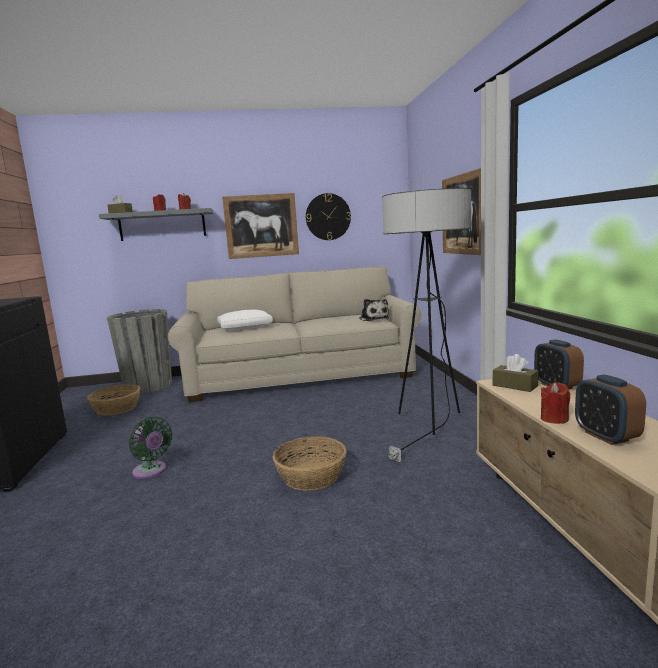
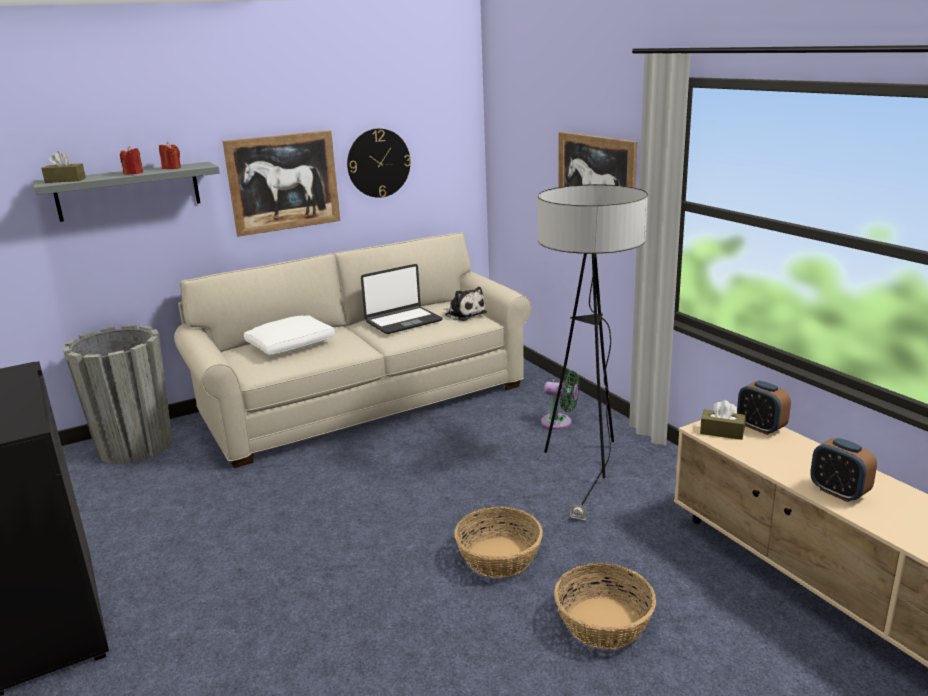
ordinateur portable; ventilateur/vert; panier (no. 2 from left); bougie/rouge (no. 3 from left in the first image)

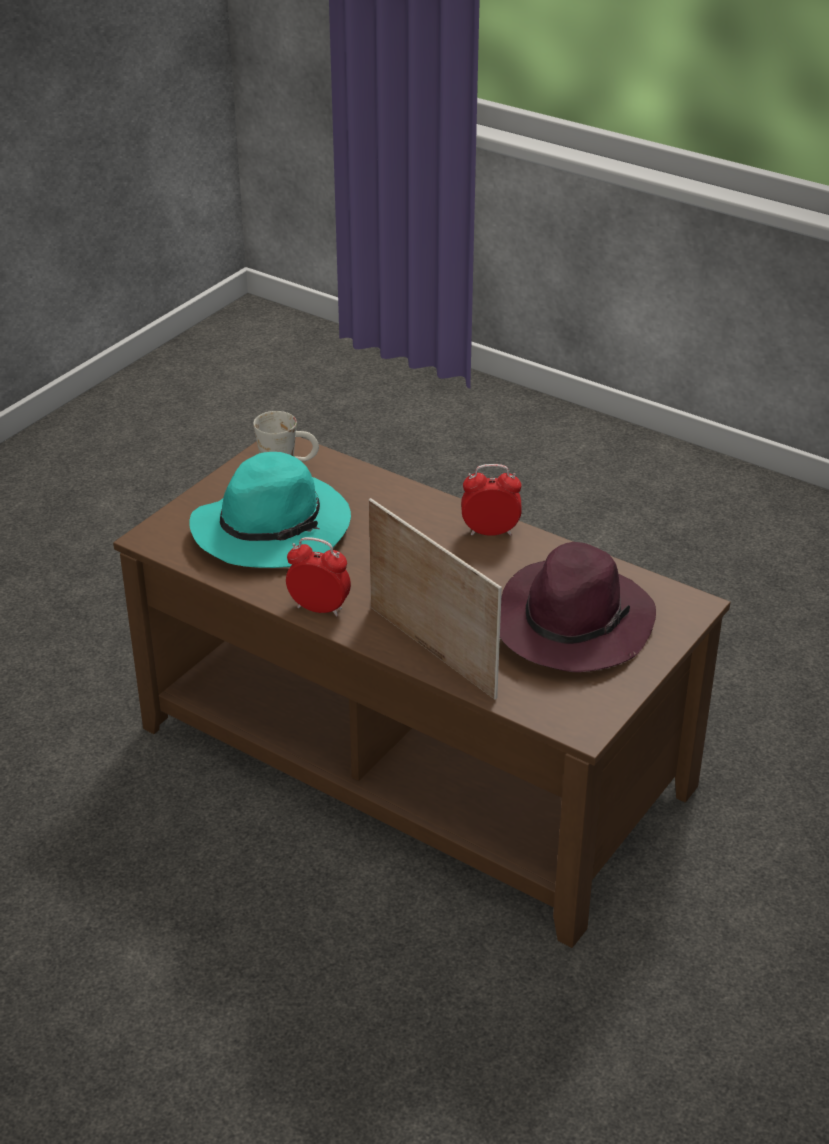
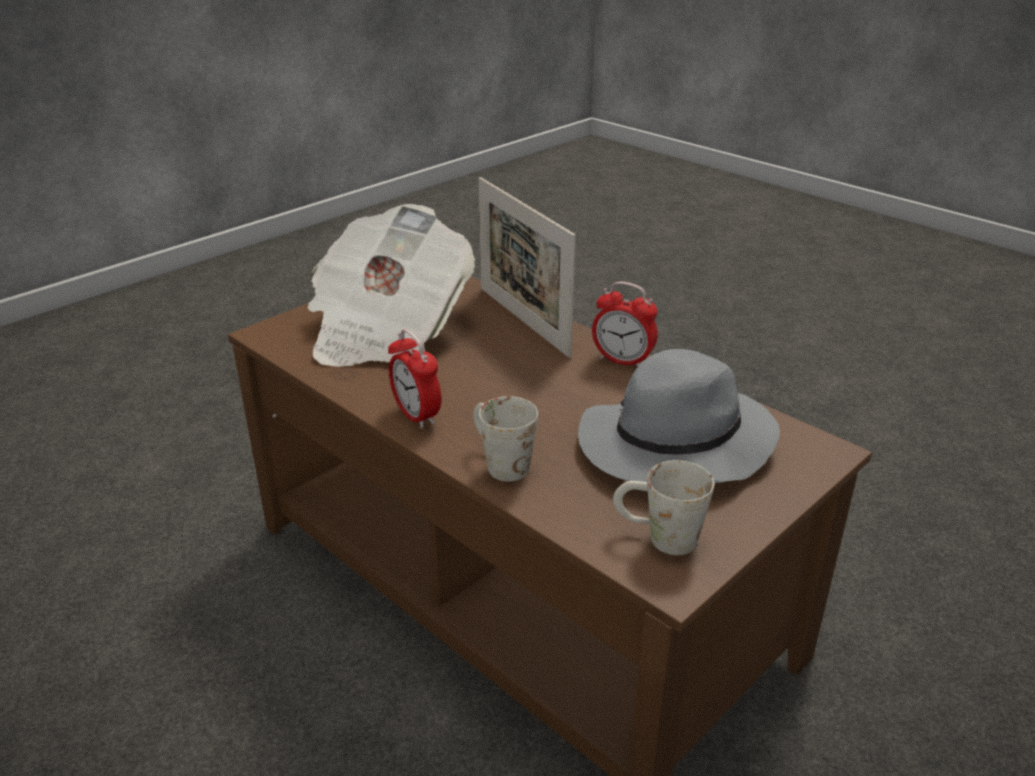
journal; réveil (no. 1 from left); mug/blanc (no. 1 from left); chapeau/gris

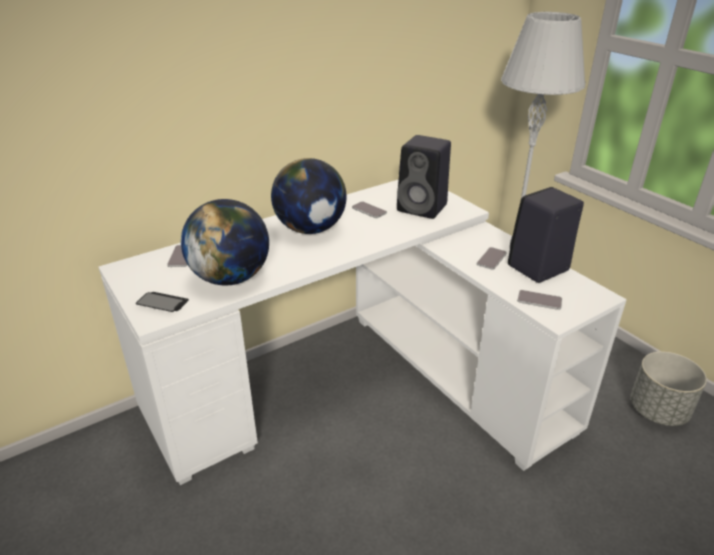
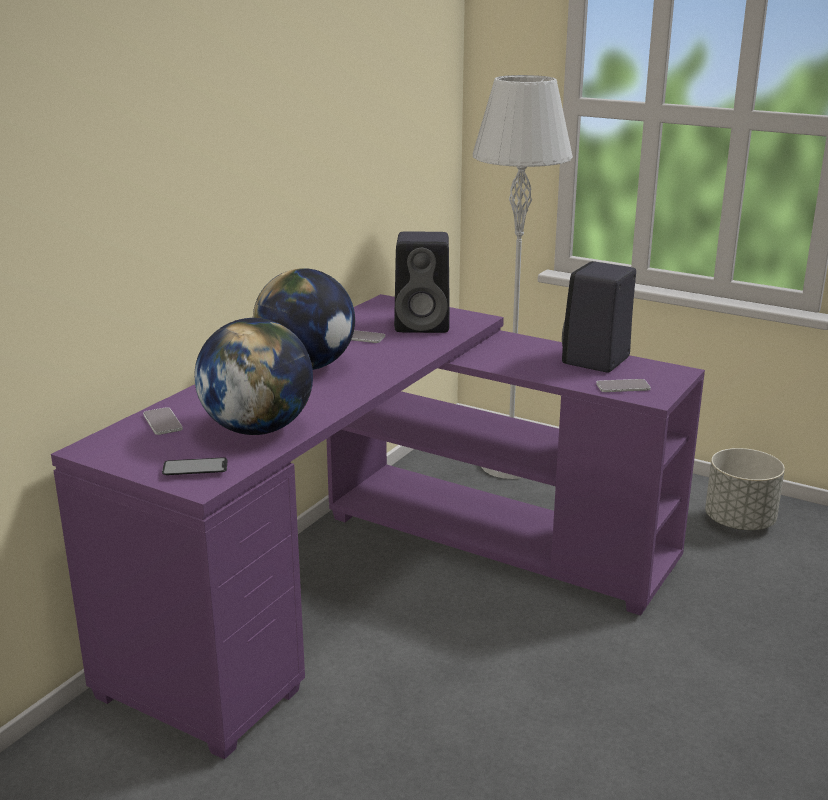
bureau/violet; téléphone (no. 4 from left in the first image)

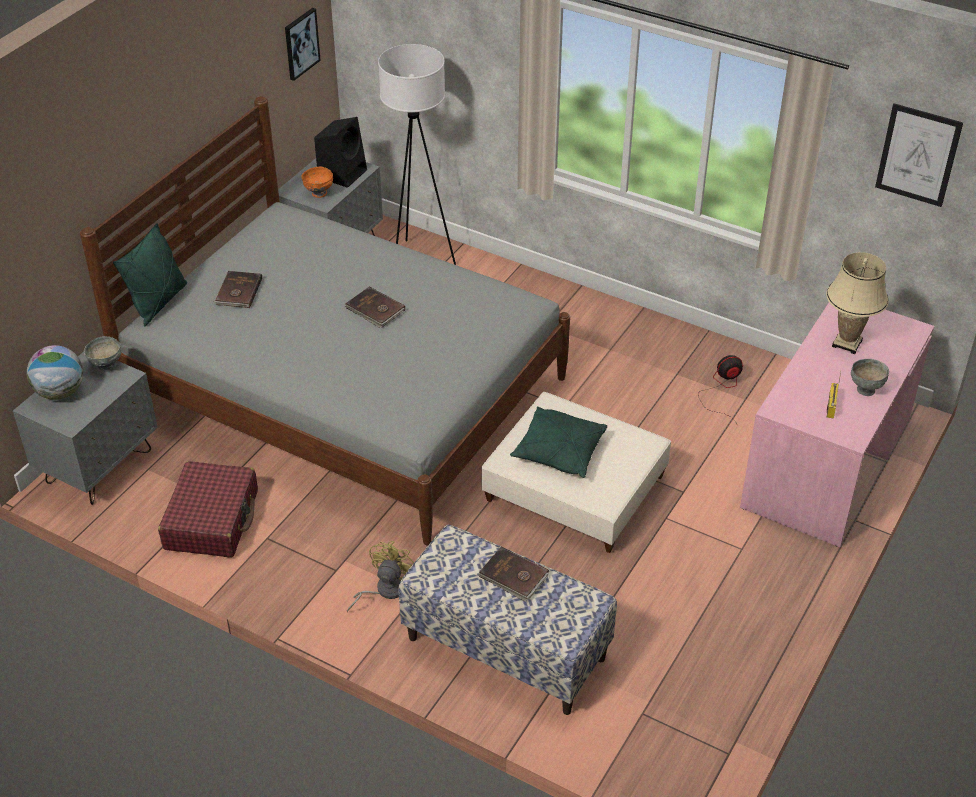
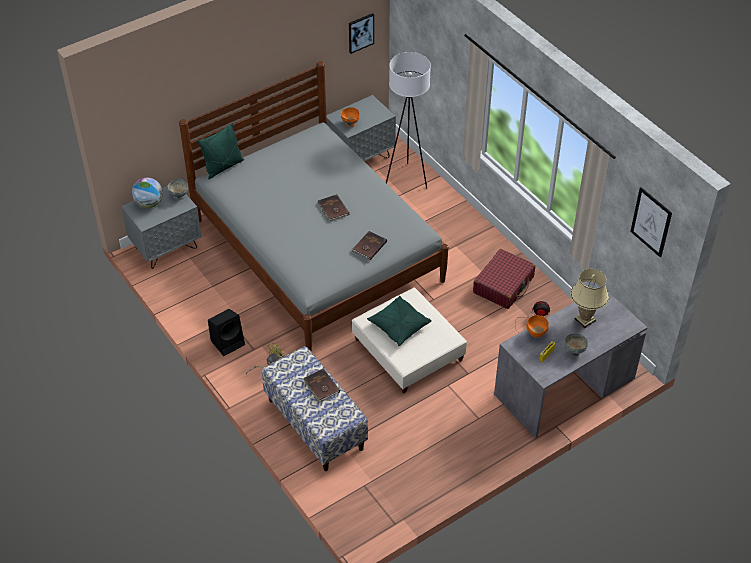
enceinte/noir; livre/marron (no. 3 from left); valise/rouge; bureau/gris; bol/orange (no. 2 from left)

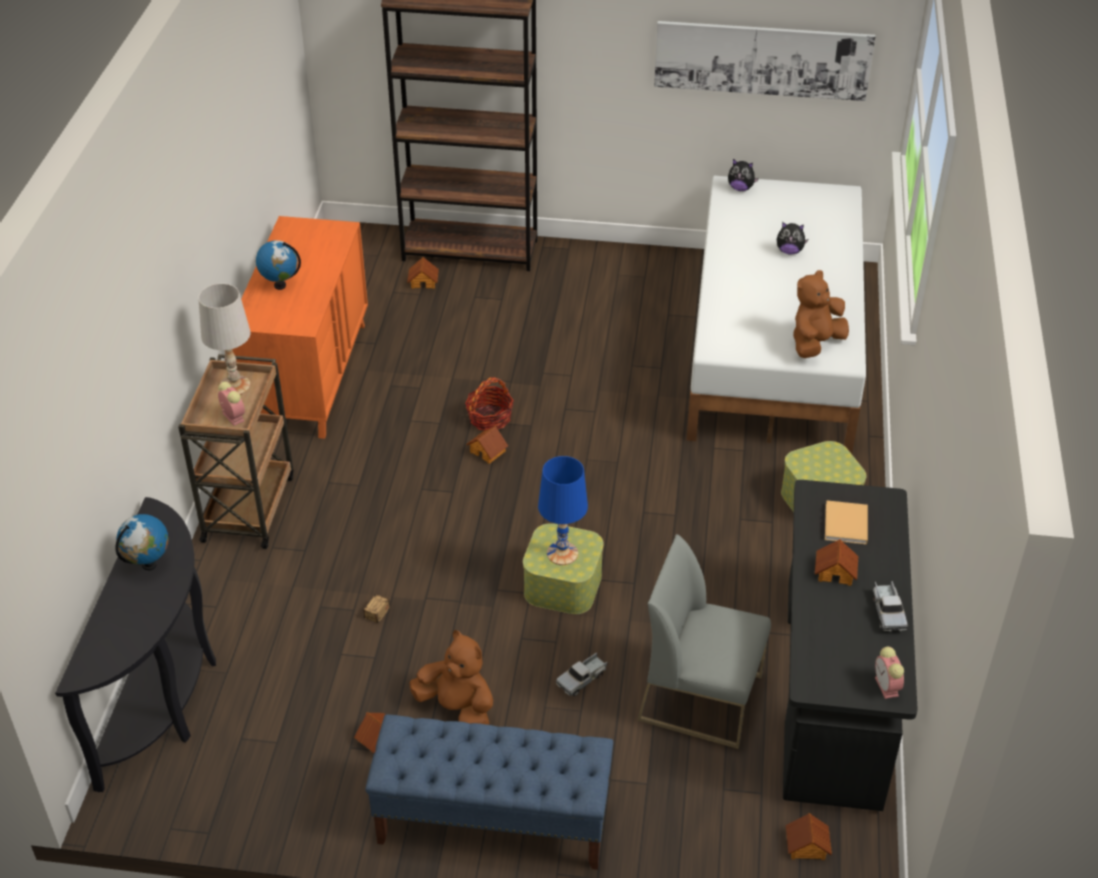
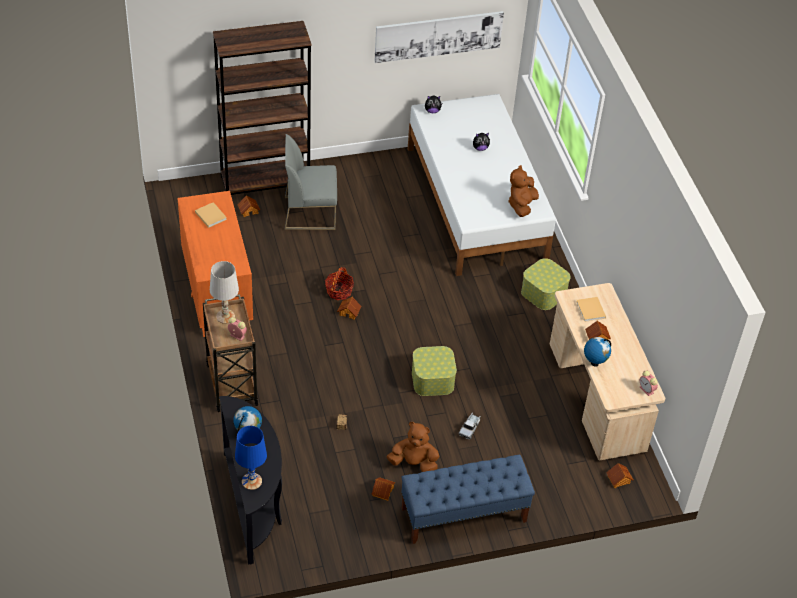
livre/beige (no. 1 from left); lampe de table/bleu; chaise/gris; bureau/beige; globe (no. 2 from left); camion jouet (no. 2 from left in the first image)

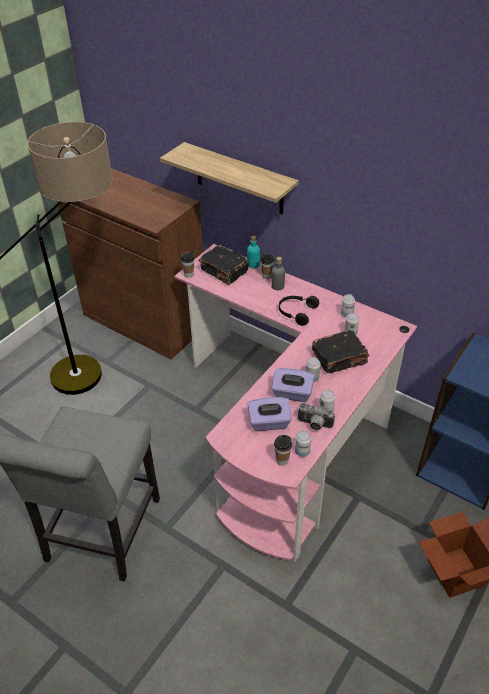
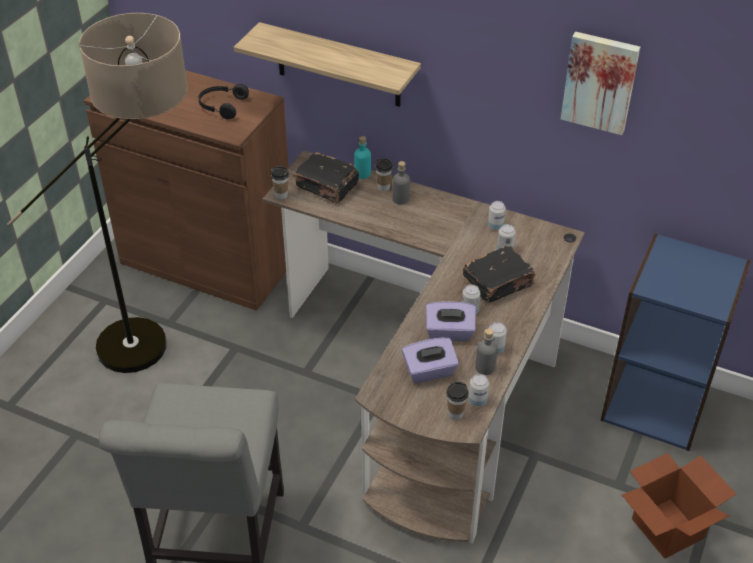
casque audio/noir; bureau/marron; bouteille/gris (no. 2 from left); tableau

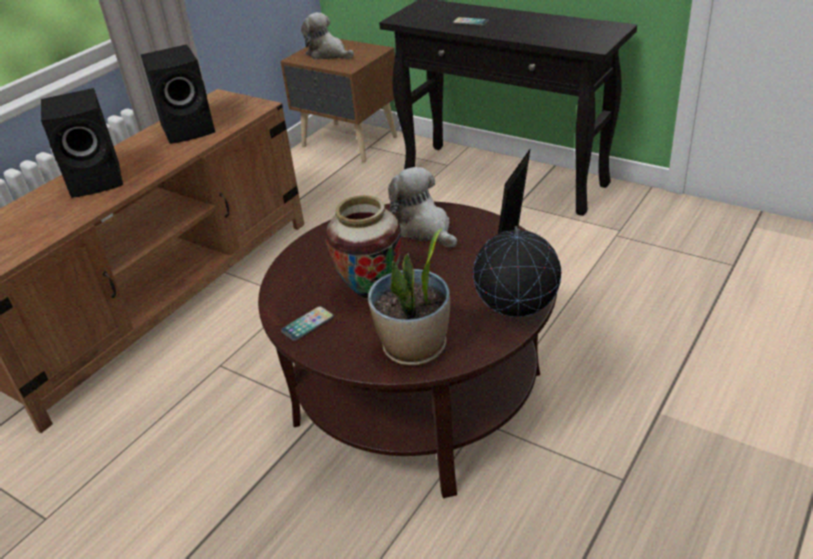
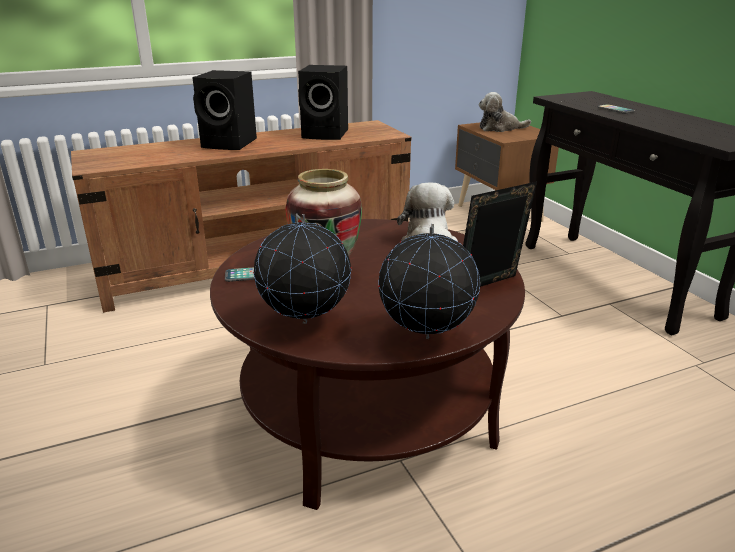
globe (no. 1 from left); peluche (no. 2 from left)

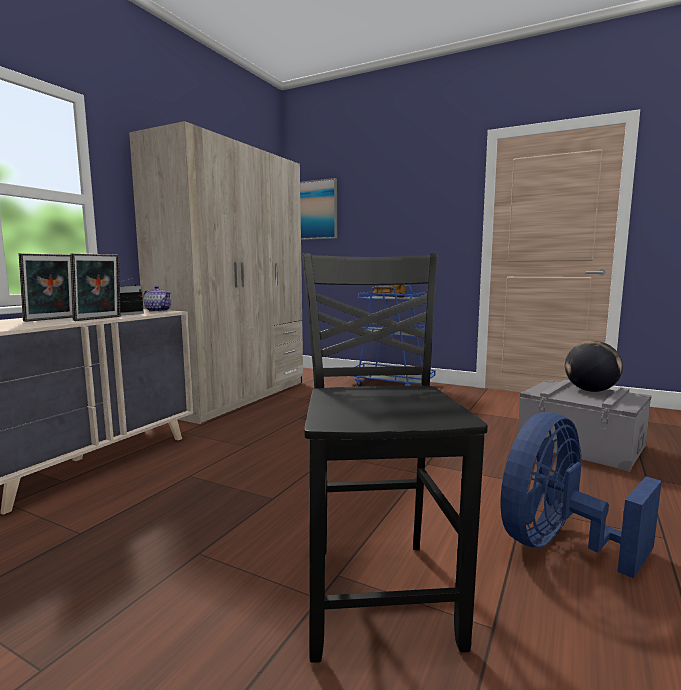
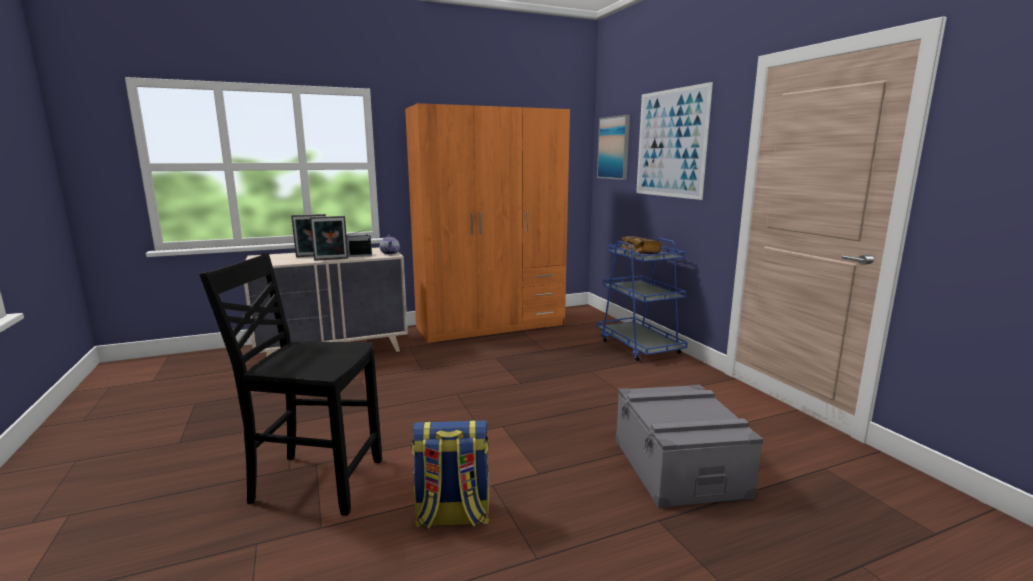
chaise/noir; armoire/orange; sac à dos; tableau (no. 2 from left); globe

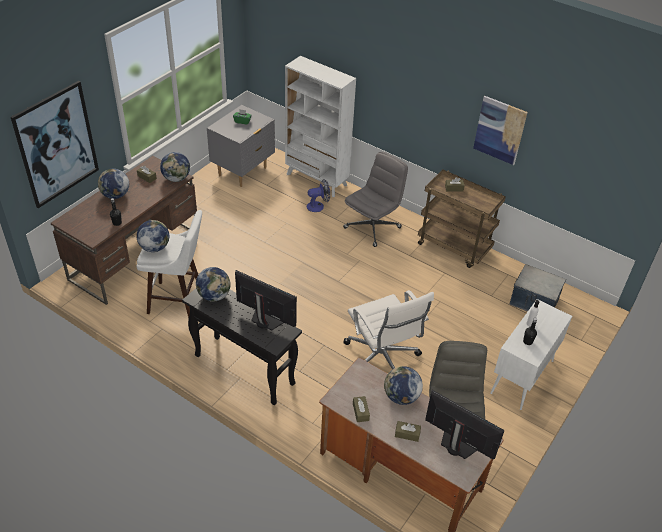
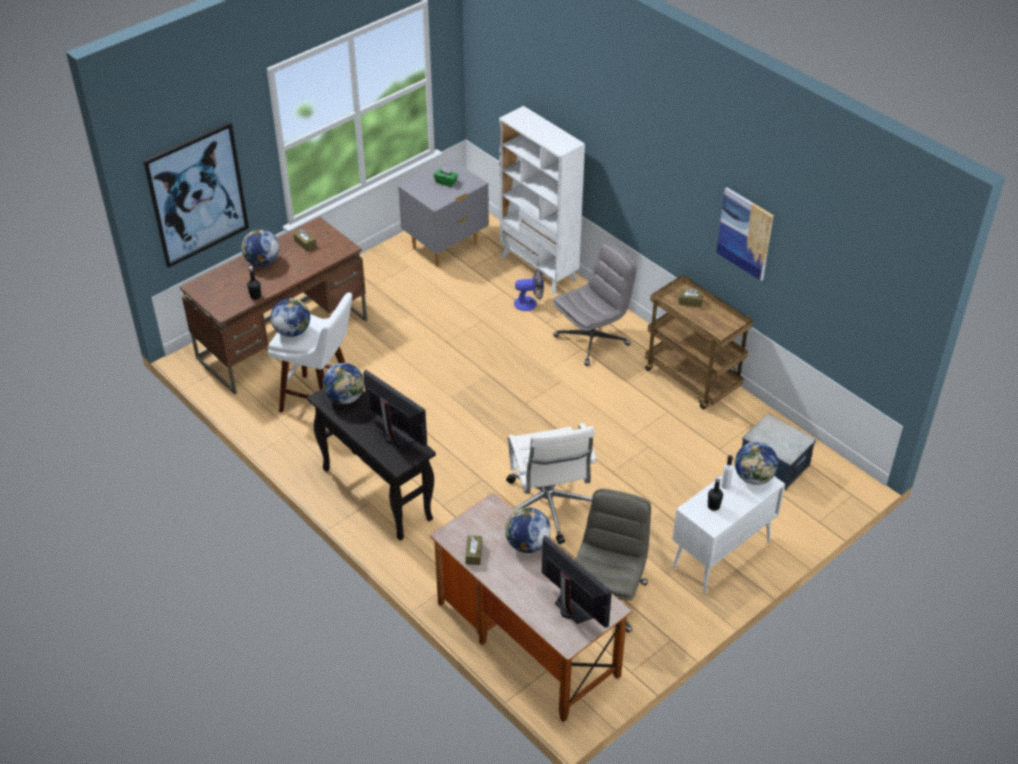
globe (no. 5 from left); boîte à mouchoirs/marron (no. 3 from left in the first image)

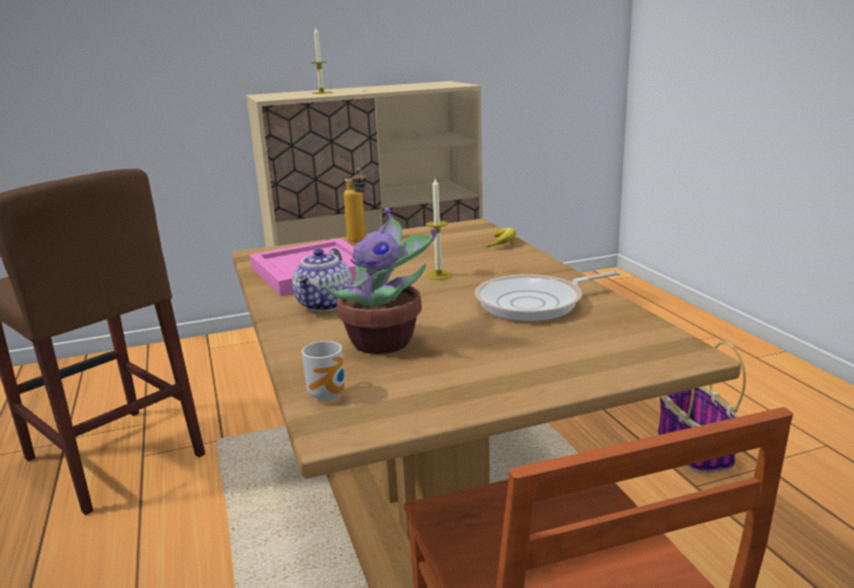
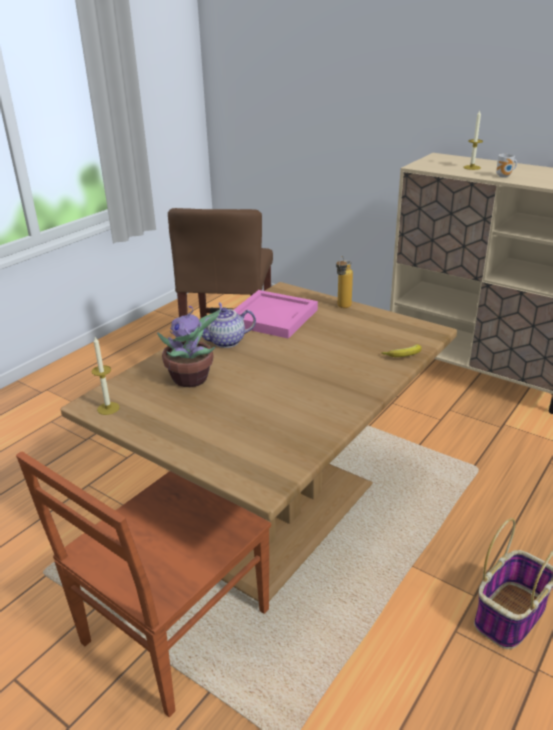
bougie (no. 1 from left); mug; poêle

